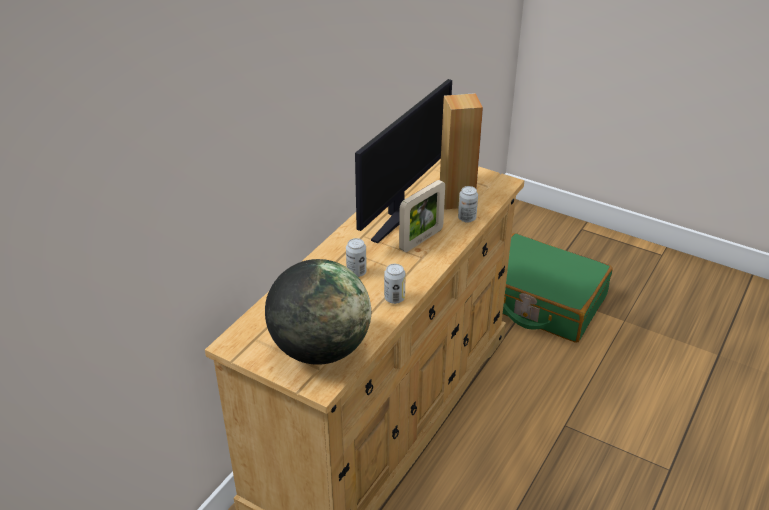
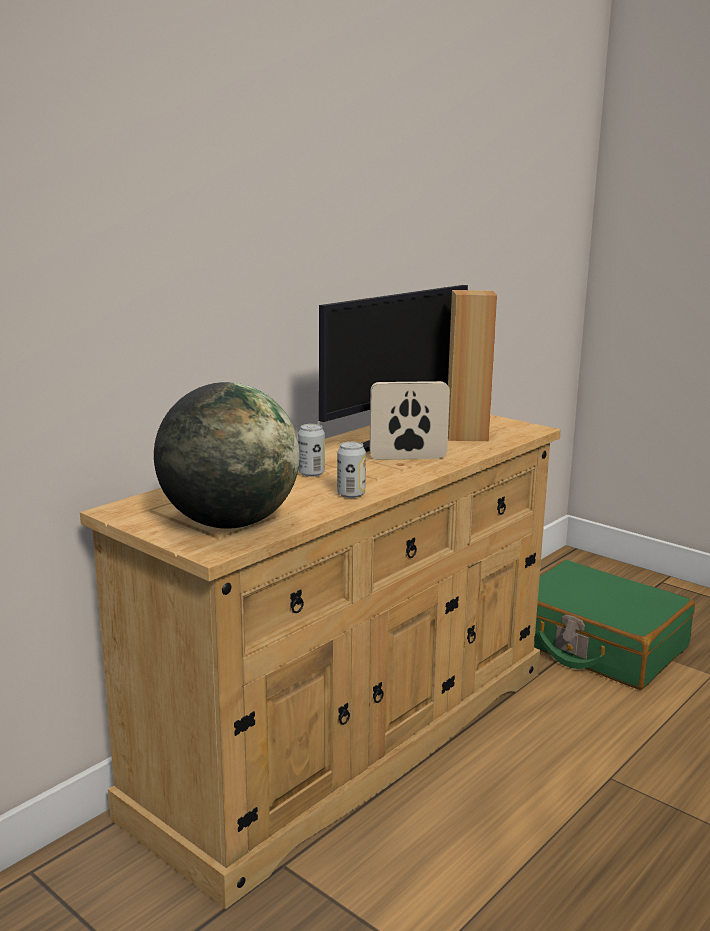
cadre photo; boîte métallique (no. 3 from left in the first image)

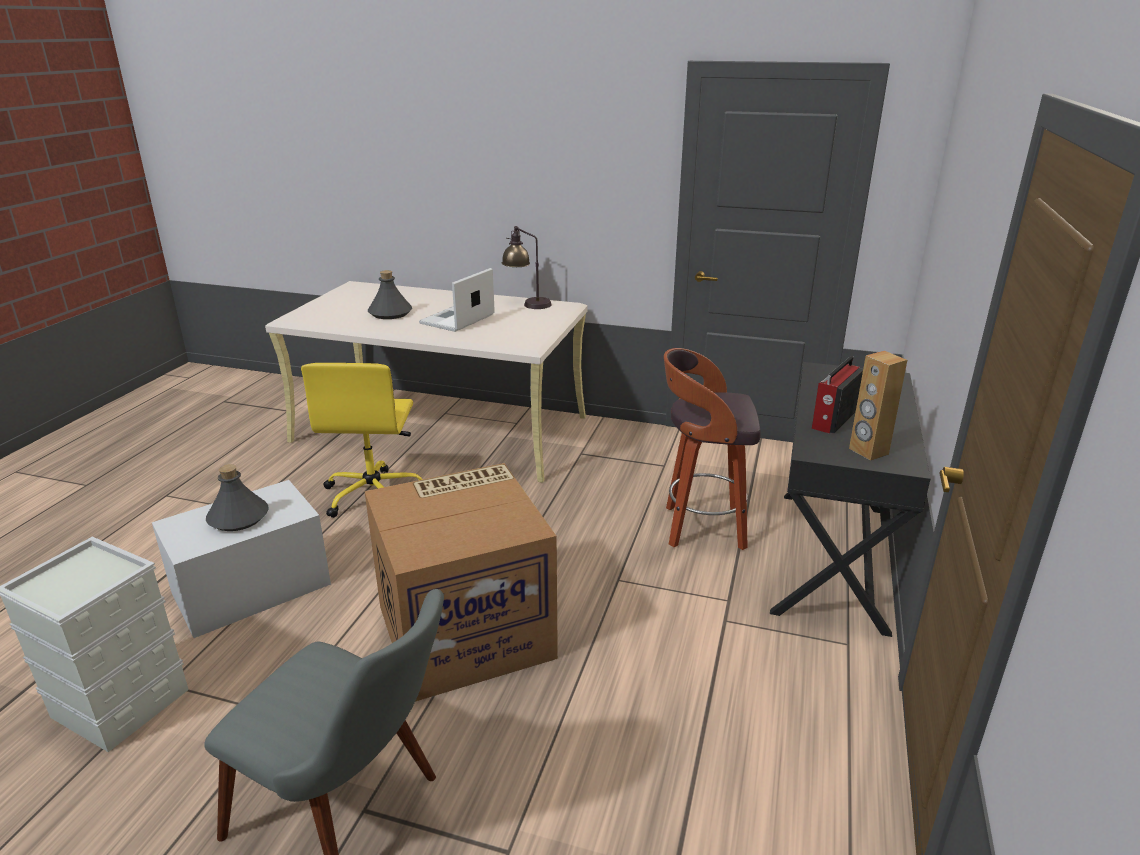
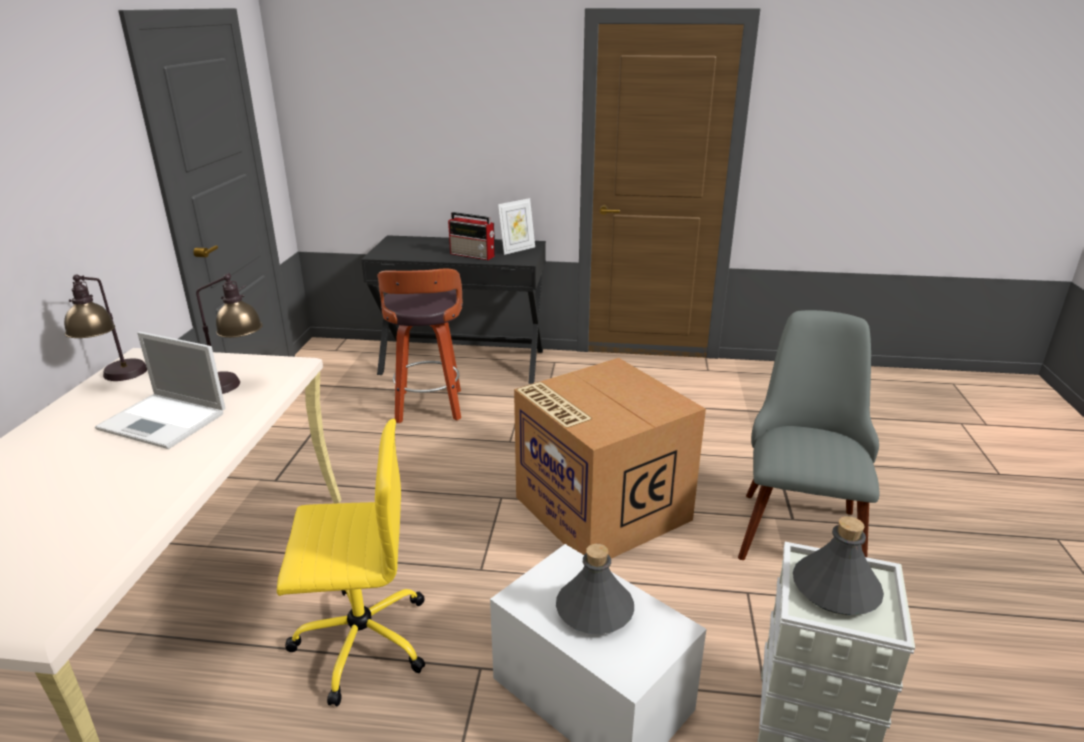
lampe de table (no. 2 from left); cadre photo; bouteille/gris (no. 2 from left)

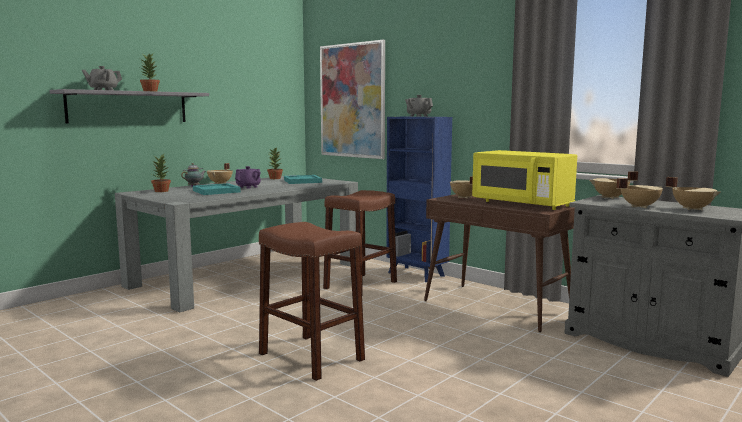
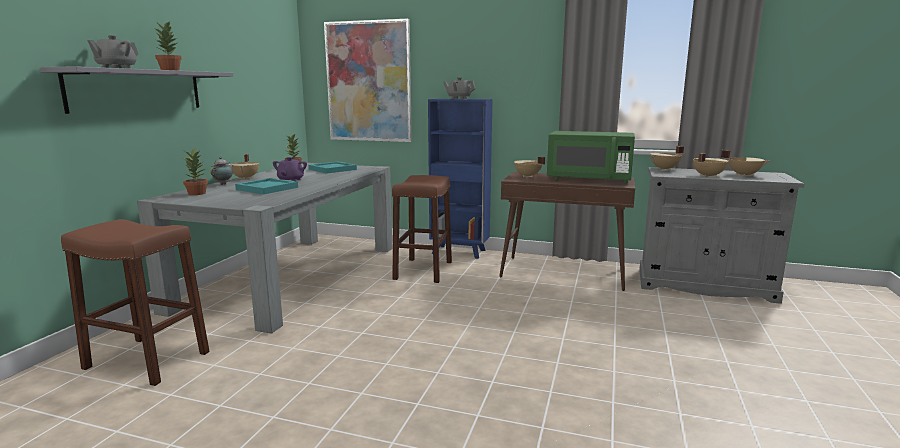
tabouret/marron (no. 1 from left); micro-ondes/vert

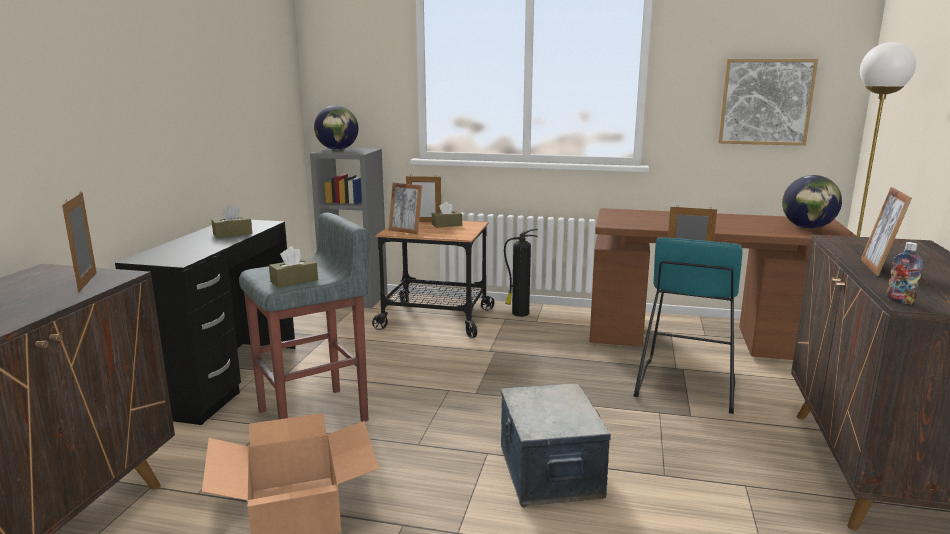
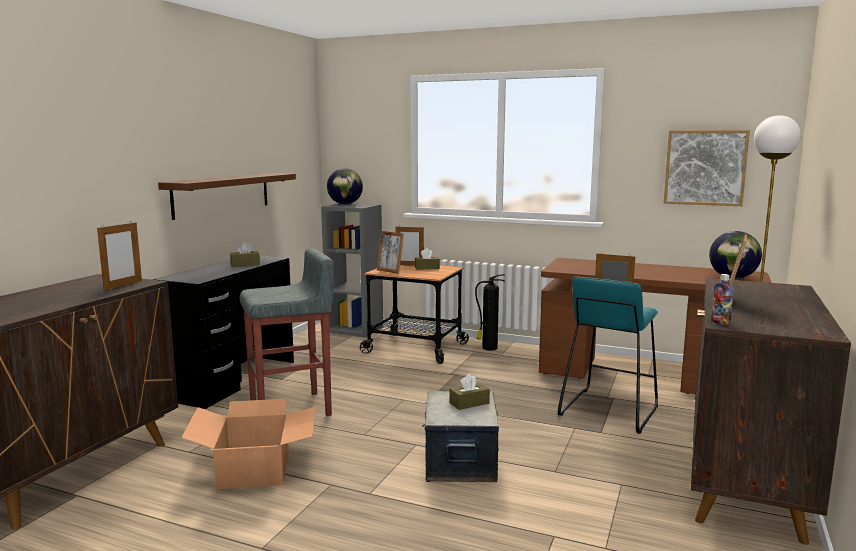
cadre photo (no. 1 from left); étagère/marron; boîte à mouchoirs/marron (no. 3 from left)

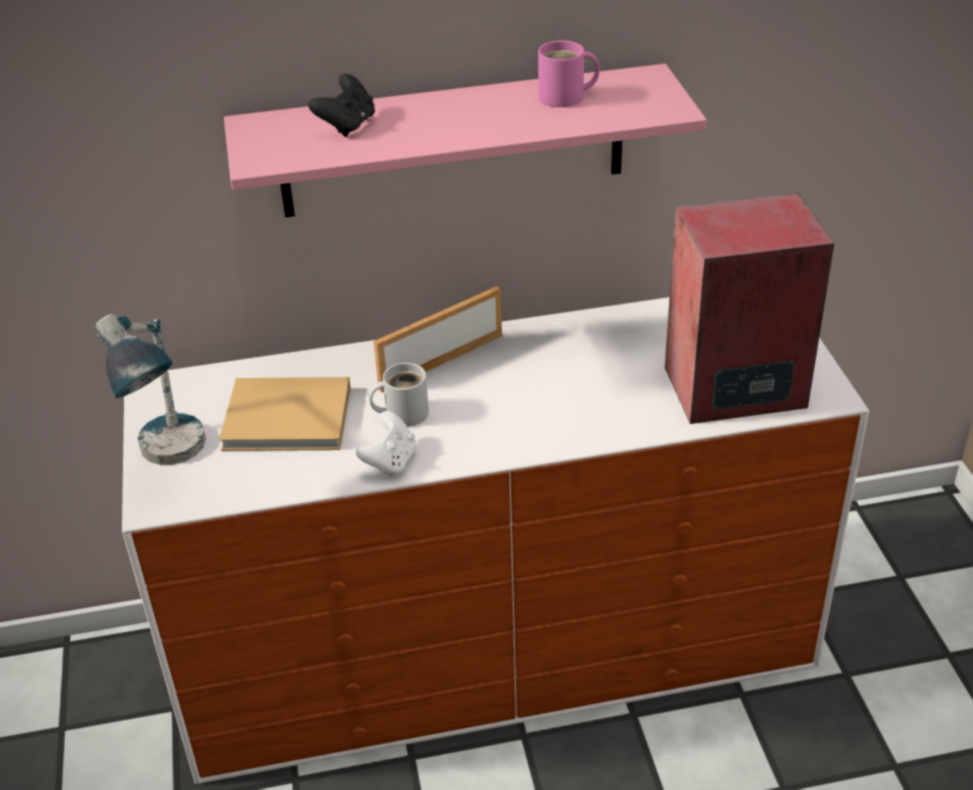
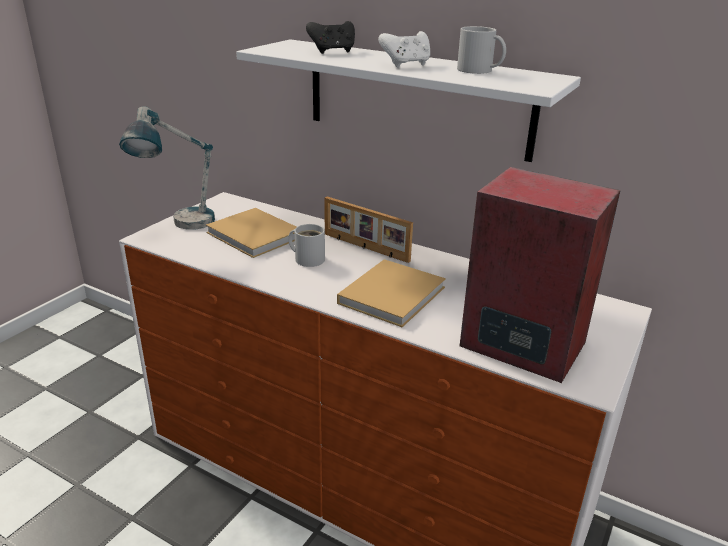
étagère/blanc; cadre photo; livre/beige (no. 2 from left); manette/blanc; mug/blanc (no. 2 from left)

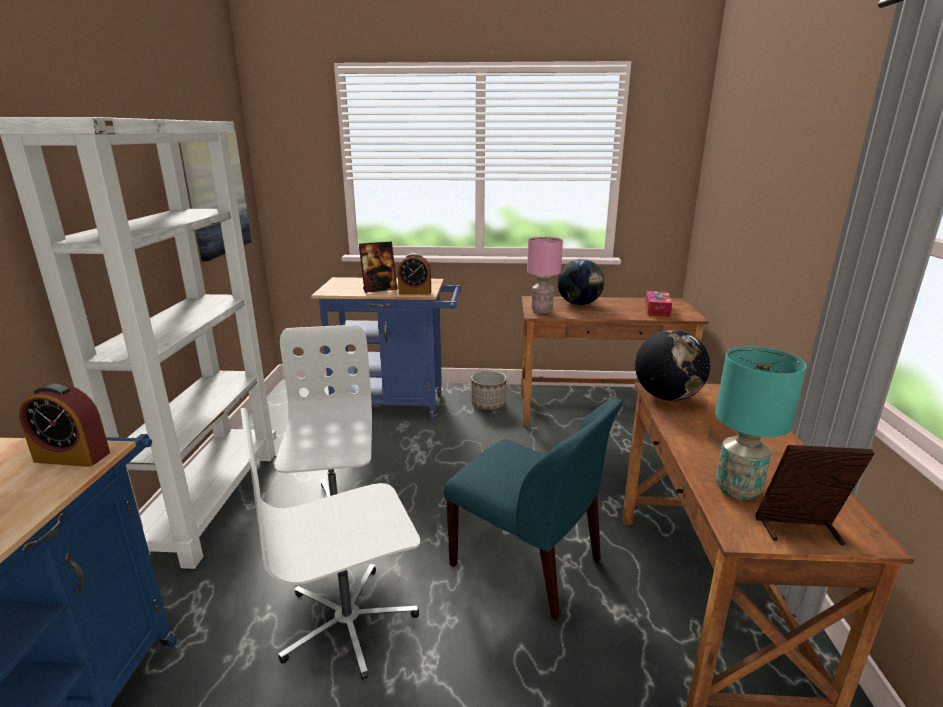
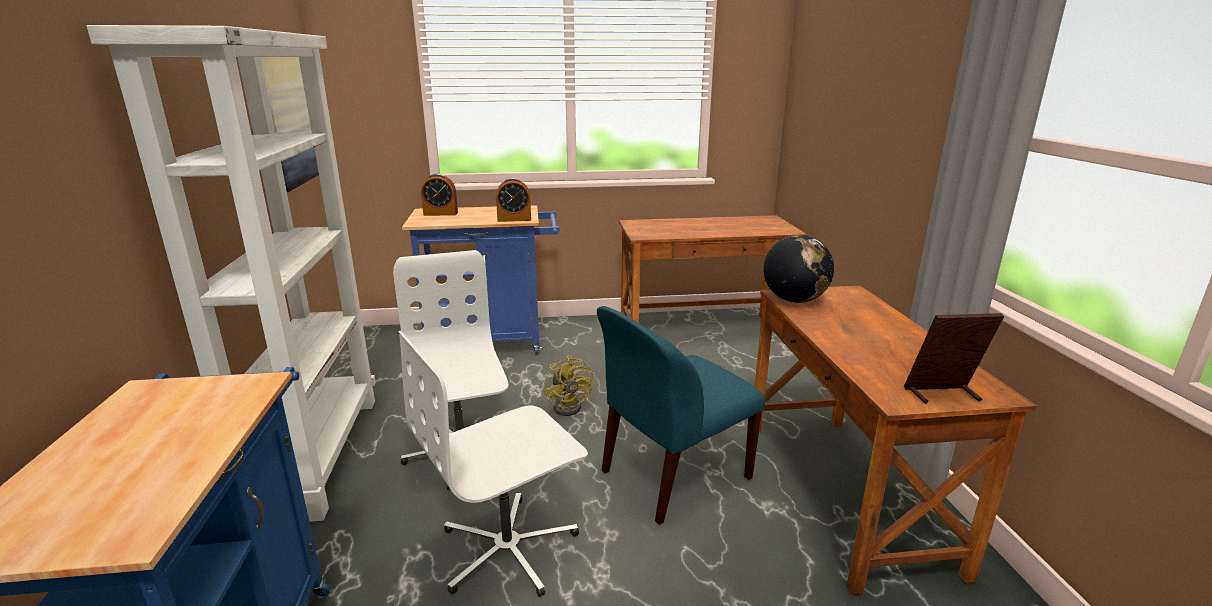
réveil (no. 1 from left); ventilateur/jaune; chaise/bleu; cadre photo (no. 1 from left in the first image); cache-pot; lampe de table/rose; globe (no. 1 from left in the first image); boîte à mouchoirs; lampe de table/turquoise

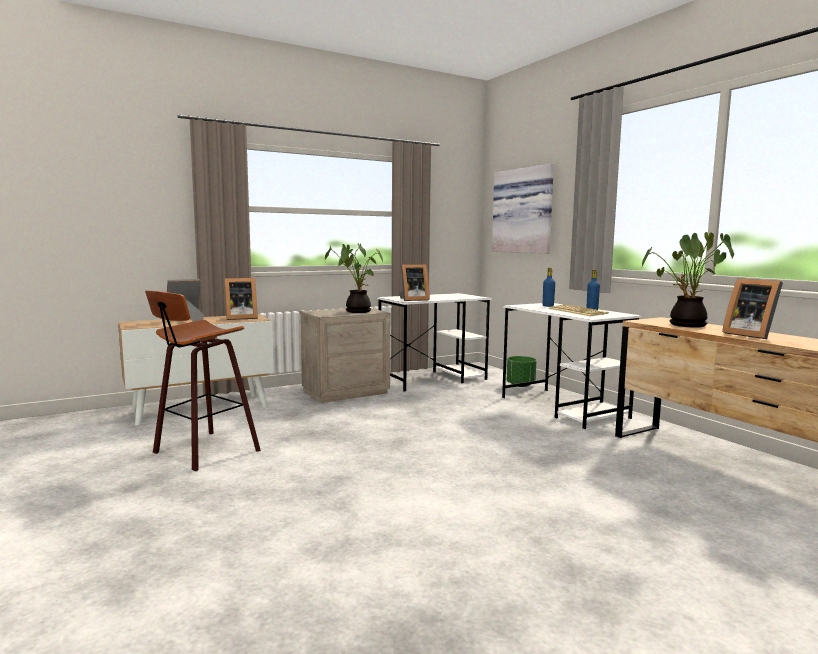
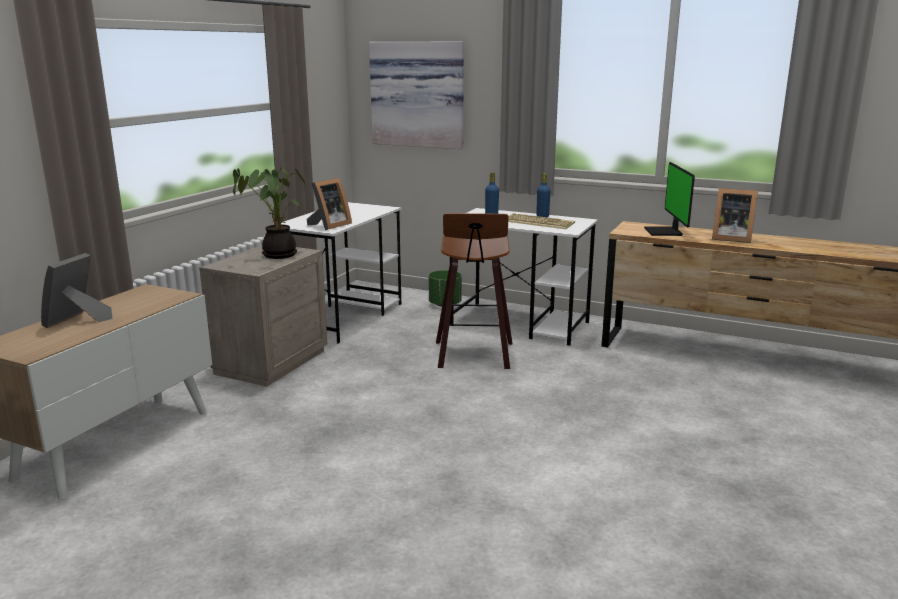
tabouret; écran d'ordinateur; cadre photo (no. 2 from left in the first image)

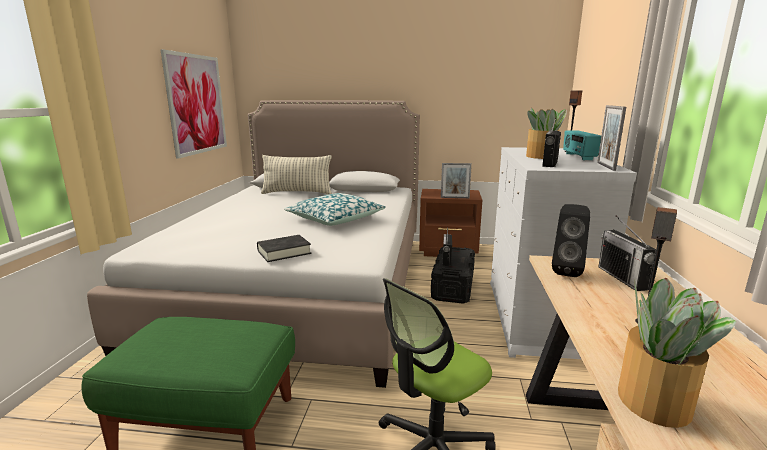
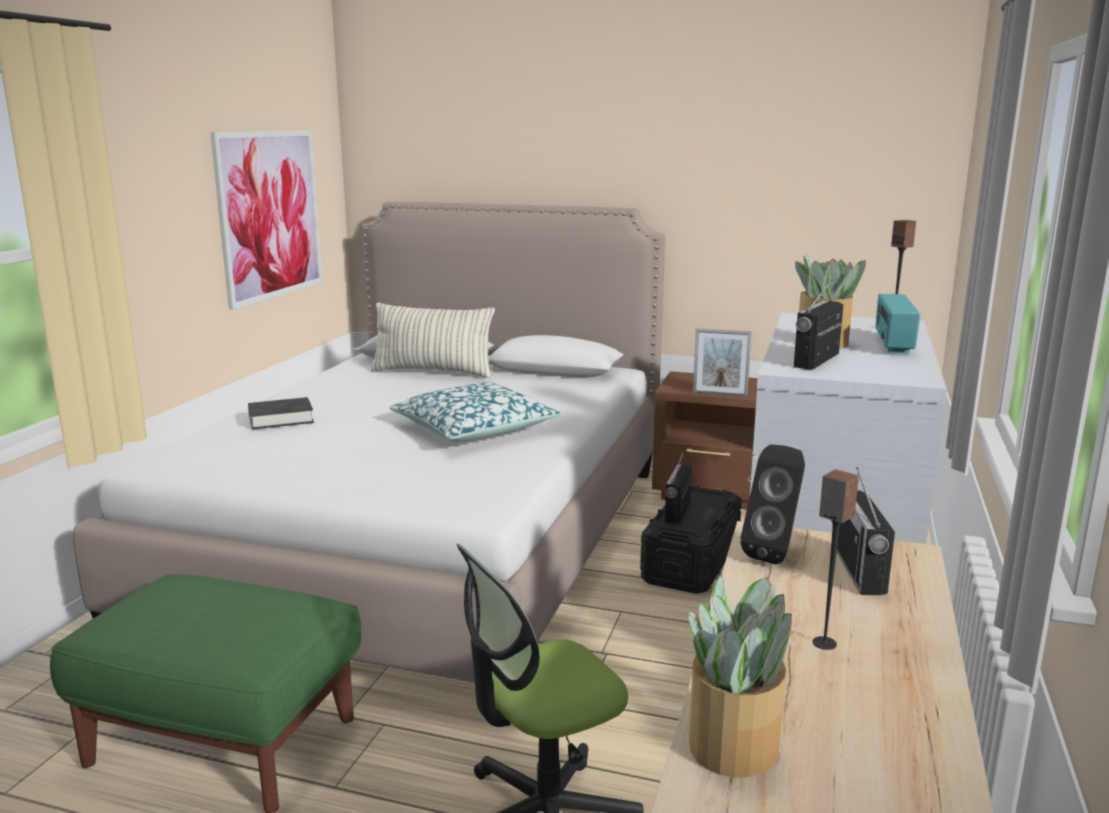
livre/noir; cadre photo (no. 2 from left in the first image)

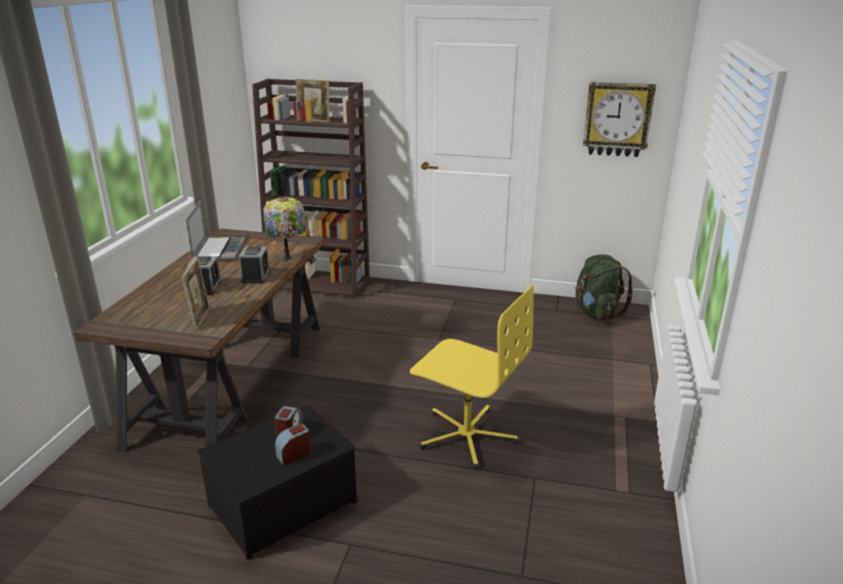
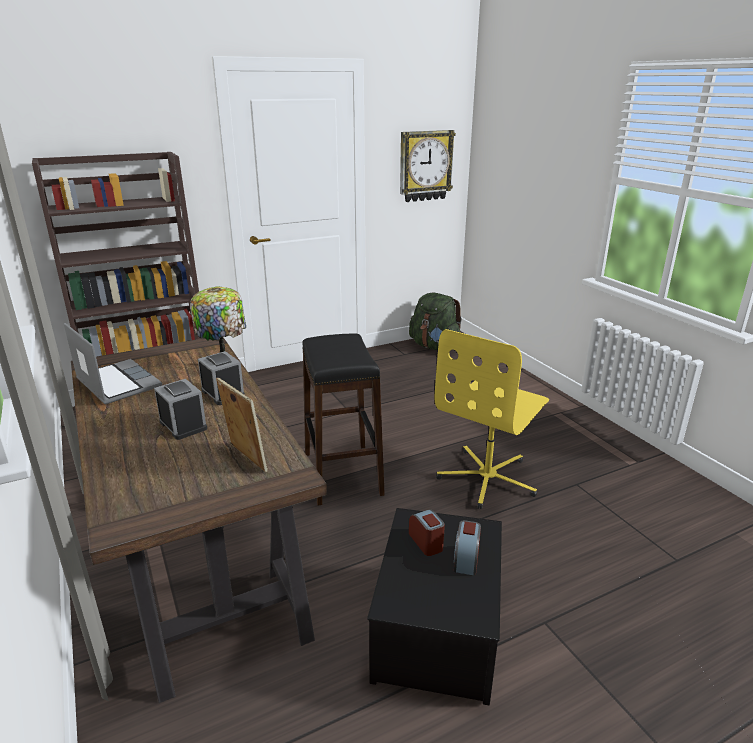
tabouret/noir; chaise de bureau/jaune; cadre photo (no. 2 from left in the first image)

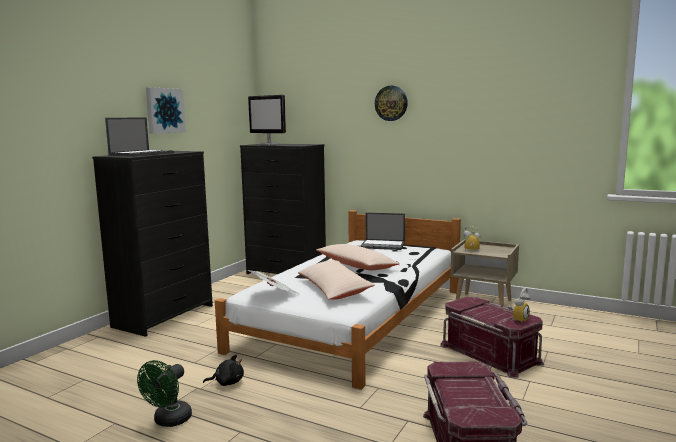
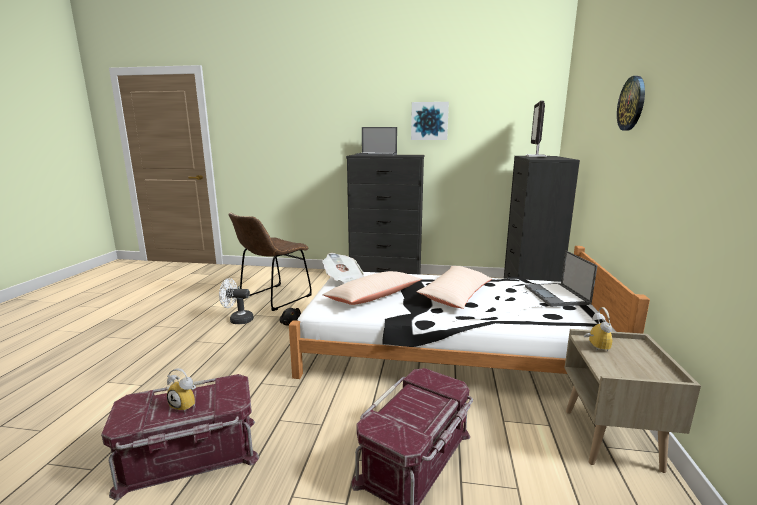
réveil (no. 1 from left); ventilateur/blanc; chaise/marron

